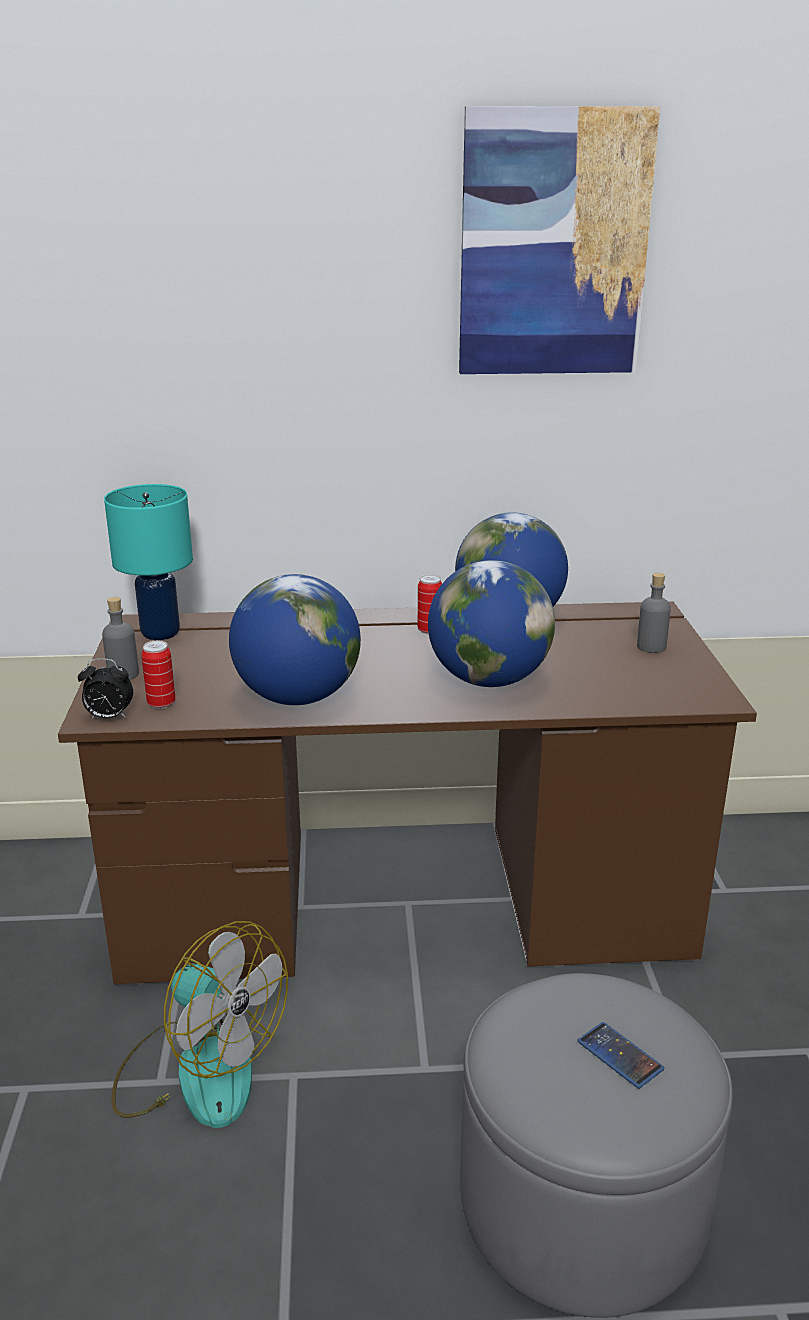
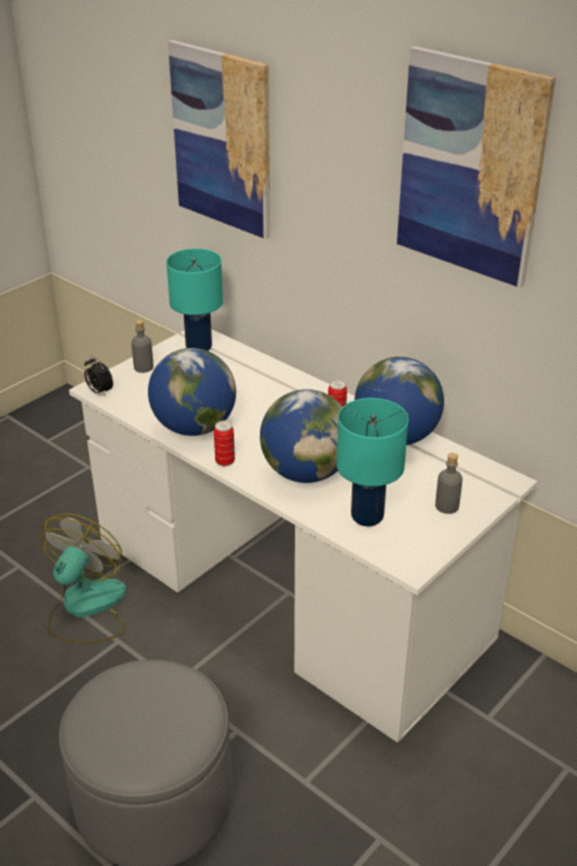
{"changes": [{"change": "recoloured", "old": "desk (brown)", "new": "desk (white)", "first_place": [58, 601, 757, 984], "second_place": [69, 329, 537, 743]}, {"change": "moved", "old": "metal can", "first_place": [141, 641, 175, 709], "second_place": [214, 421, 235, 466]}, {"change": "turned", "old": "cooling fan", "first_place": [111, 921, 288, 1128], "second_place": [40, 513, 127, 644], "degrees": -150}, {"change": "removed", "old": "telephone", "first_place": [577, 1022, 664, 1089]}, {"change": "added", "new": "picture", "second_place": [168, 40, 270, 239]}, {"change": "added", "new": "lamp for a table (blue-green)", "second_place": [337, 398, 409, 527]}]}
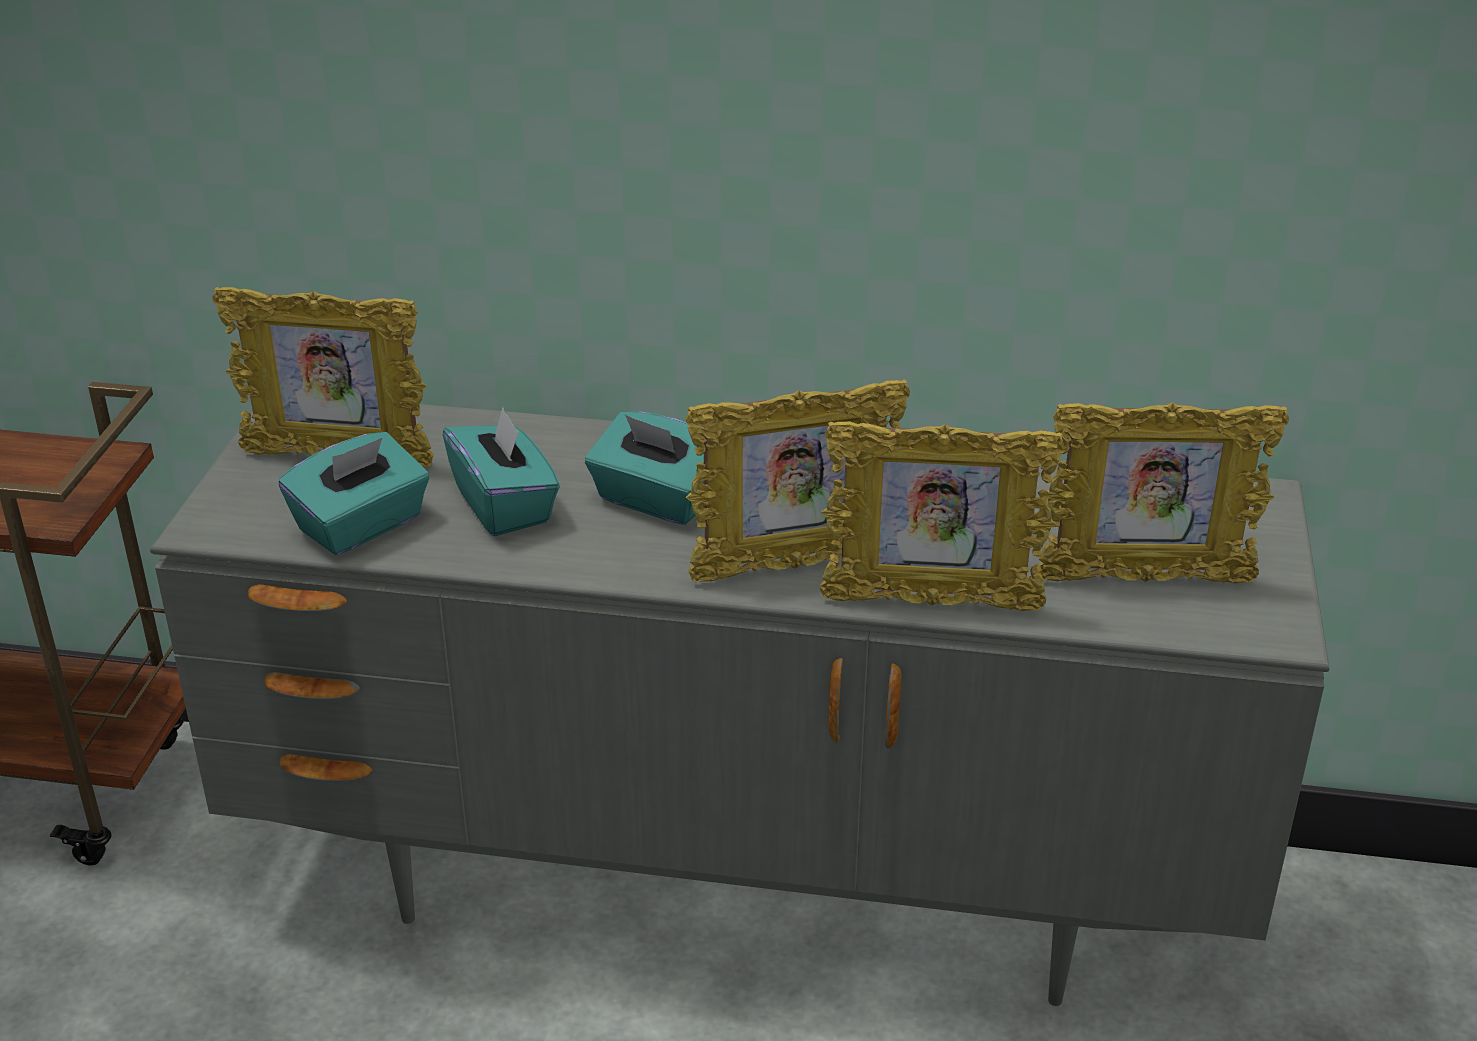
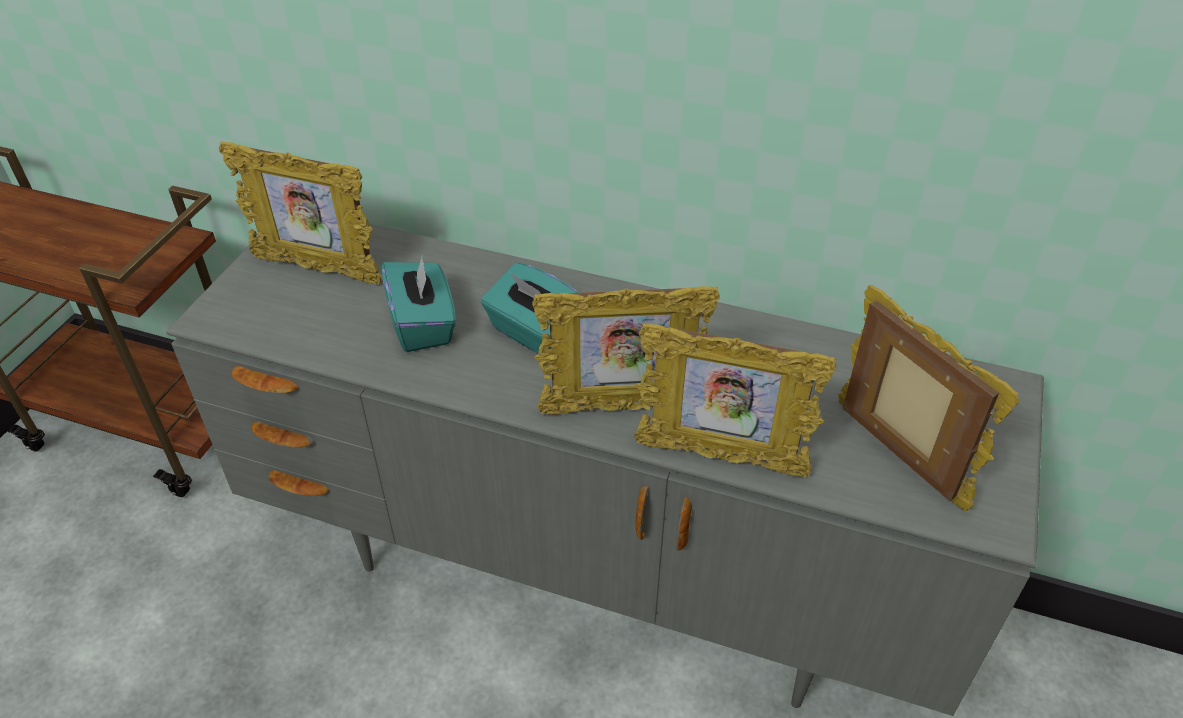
{"changes": [{"change": "turned", "old": "standing frame", "first_place": [1037, 402, 1289, 584], "second_place": [838, 285, 1019, 512], "degrees": -135}, {"change": "removed", "old": "tissue box (blue-green)", "first_place": [279, 432, 429, 555]}]}
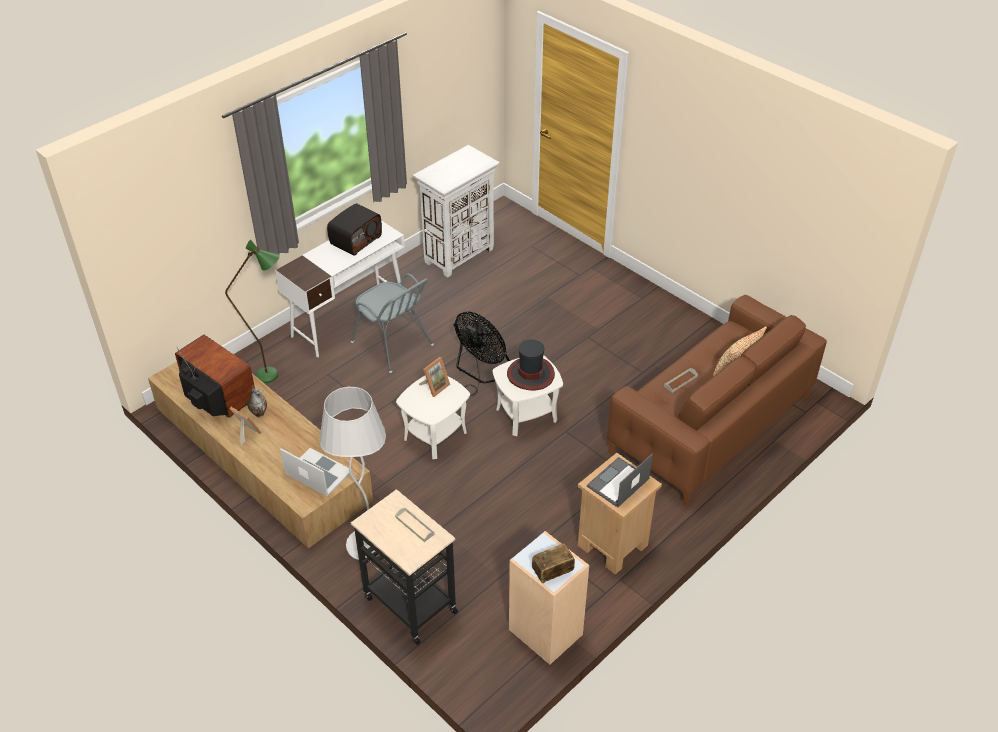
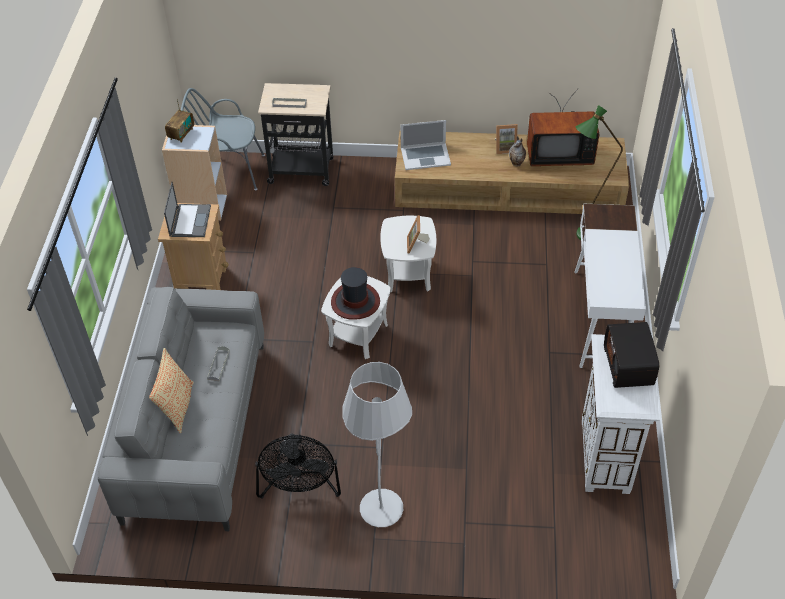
{"changes": [{"change": "moved", "old": "radio receiver", "first_place": [327, 203, 382, 255], "second_place": [604, 322, 660, 388]}, {"change": "moved", "old": "plain chair (gray)", "first_place": [351, 274, 434, 373], "second_place": [181, 88, 265, 191]}, {"change": "recoloured", "old": "sofa (brown)", "new": "sofa (gray)", "first_place": [607, 295, 827, 507], "second_place": [98, 287, 264, 531]}, {"change": "moved", "old": "cooling fan (black-coloured)", "first_place": [453, 312, 510, 396], "second_place": [256, 433, 341, 499]}, {"change": "moved", "old": "floor lamp (white)", "first_place": [319, 387, 386, 561], "second_place": [342, 362, 412, 527]}]}
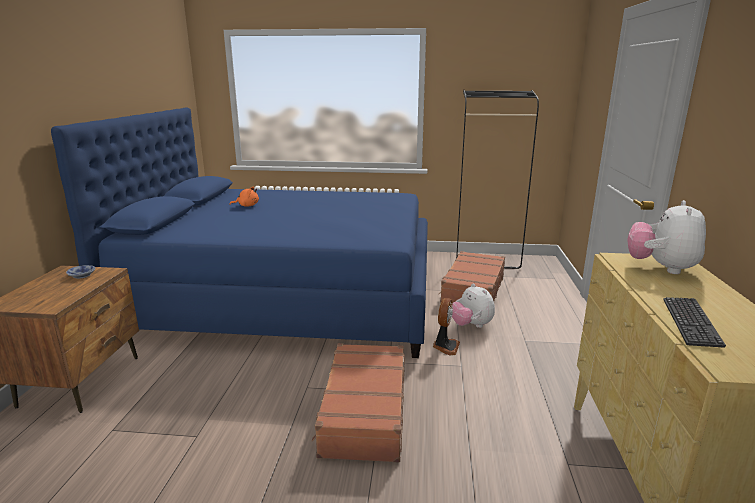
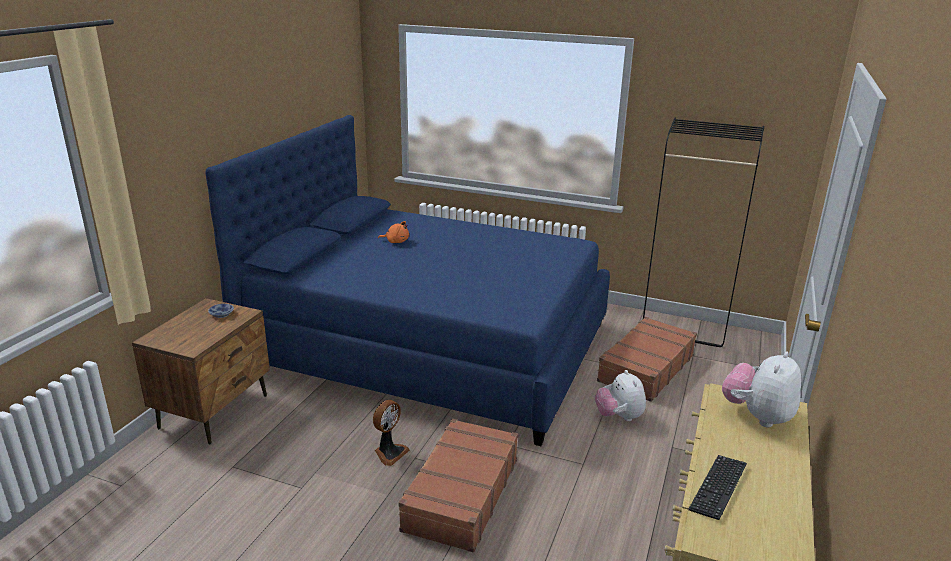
{"changes": [{"change": "moved", "old": "cooling fan", "first_place": [432, 298, 460, 356], "second_place": [373, 400, 410, 466]}]}
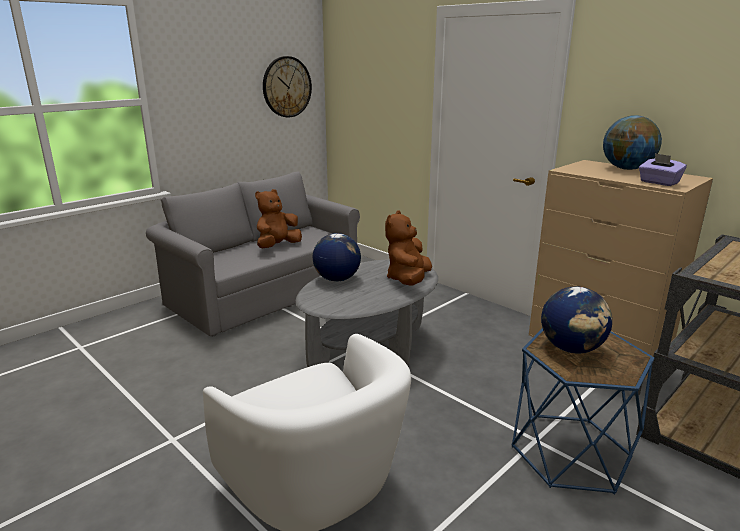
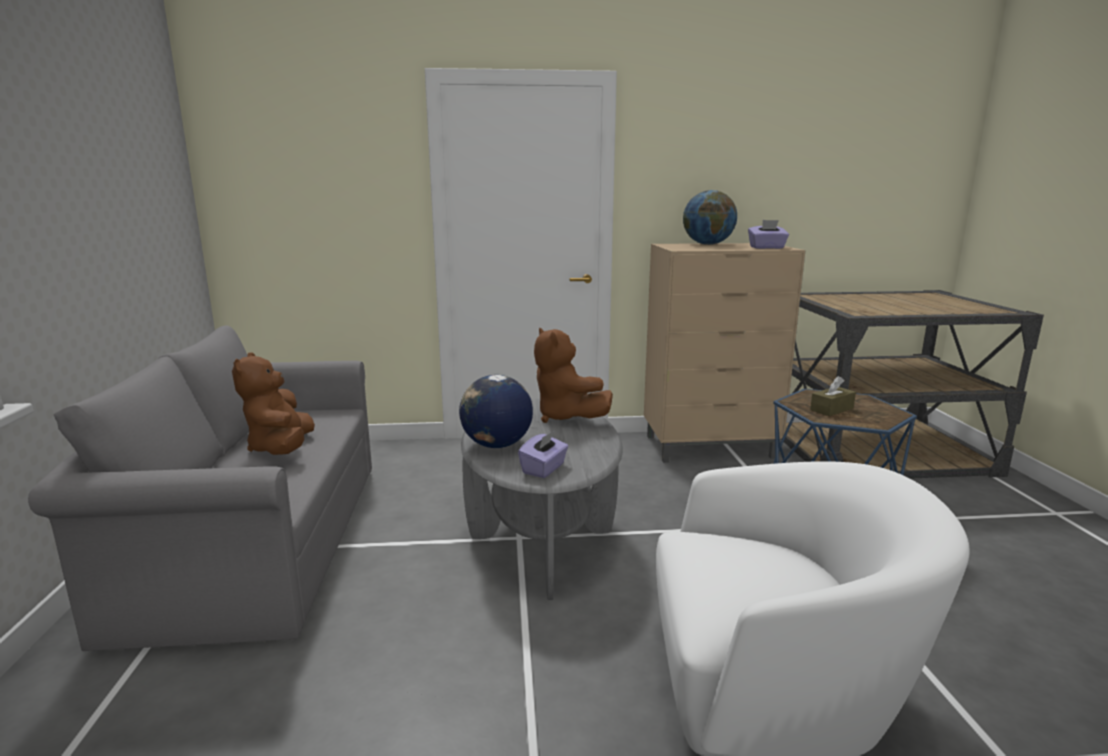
{"changes": [{"change": "removed", "old": "hanging clock", "first_place": [263, 56, 312, 117]}, {"change": "replaced", "old": "globe", "new": "tissue box (brown)", "first_place": [541, 286, 612, 353], "second_place": [810, 376, 856, 416]}, {"change": "added", "new": "tissue box (purple)", "second_place": [518, 430, 569, 478]}]}
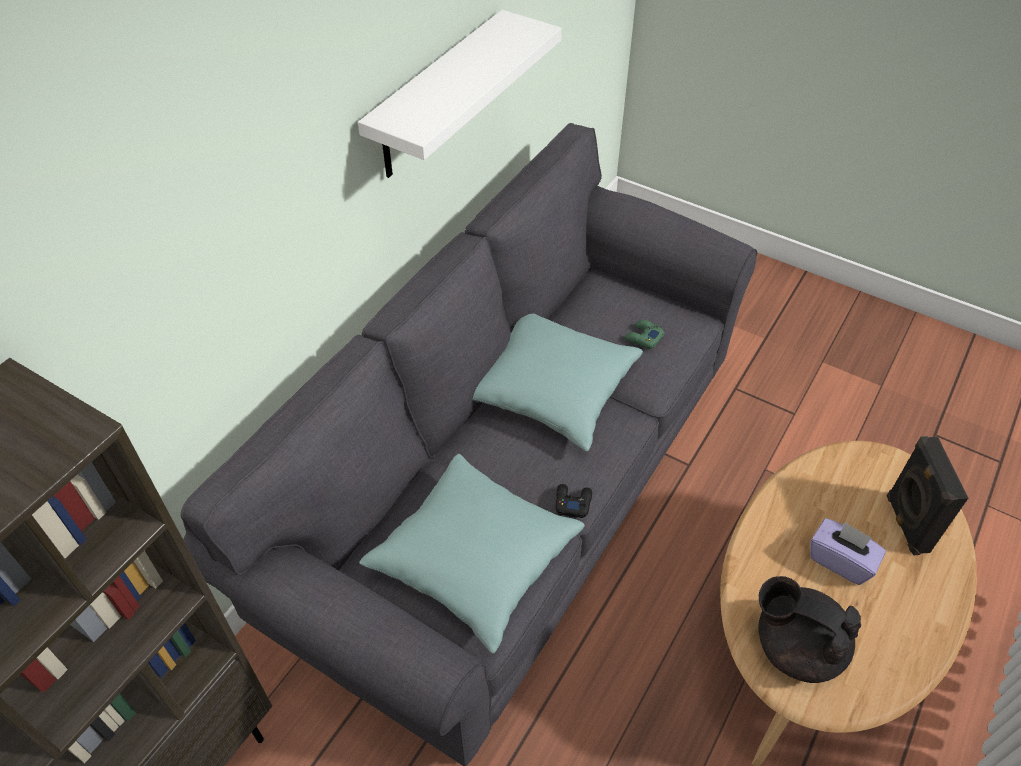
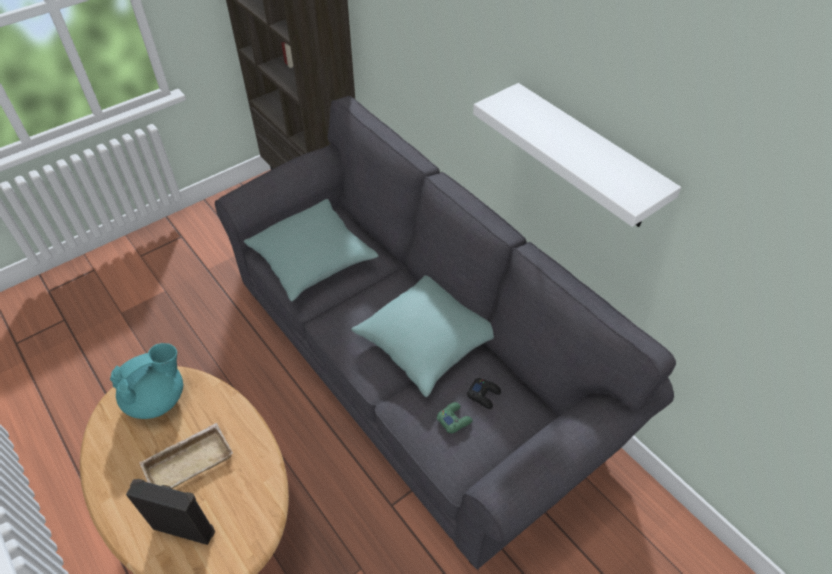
{"changes": [{"change": "moved", "old": "gamepad (black-coloured)", "first_place": [556, 484, 592, 518], "second_place": [467, 378, 501, 409]}, {"change": "replaced", "old": "tissue box (purple)", "new": "tray (beige-coloured)", "first_place": [810, 518, 886, 585], "second_place": [139, 423, 233, 489]}, {"change": "recoloured", "old": "tea pot (black-coloured)", "new": "tea pot (blue-green)", "first_place": [758, 576, 861, 683], "second_place": [110, 343, 183, 419]}]}
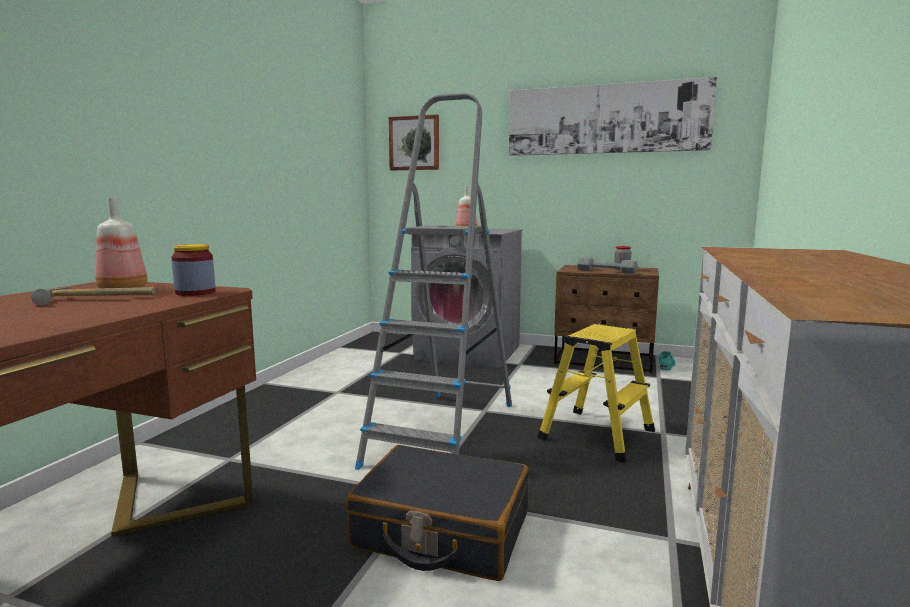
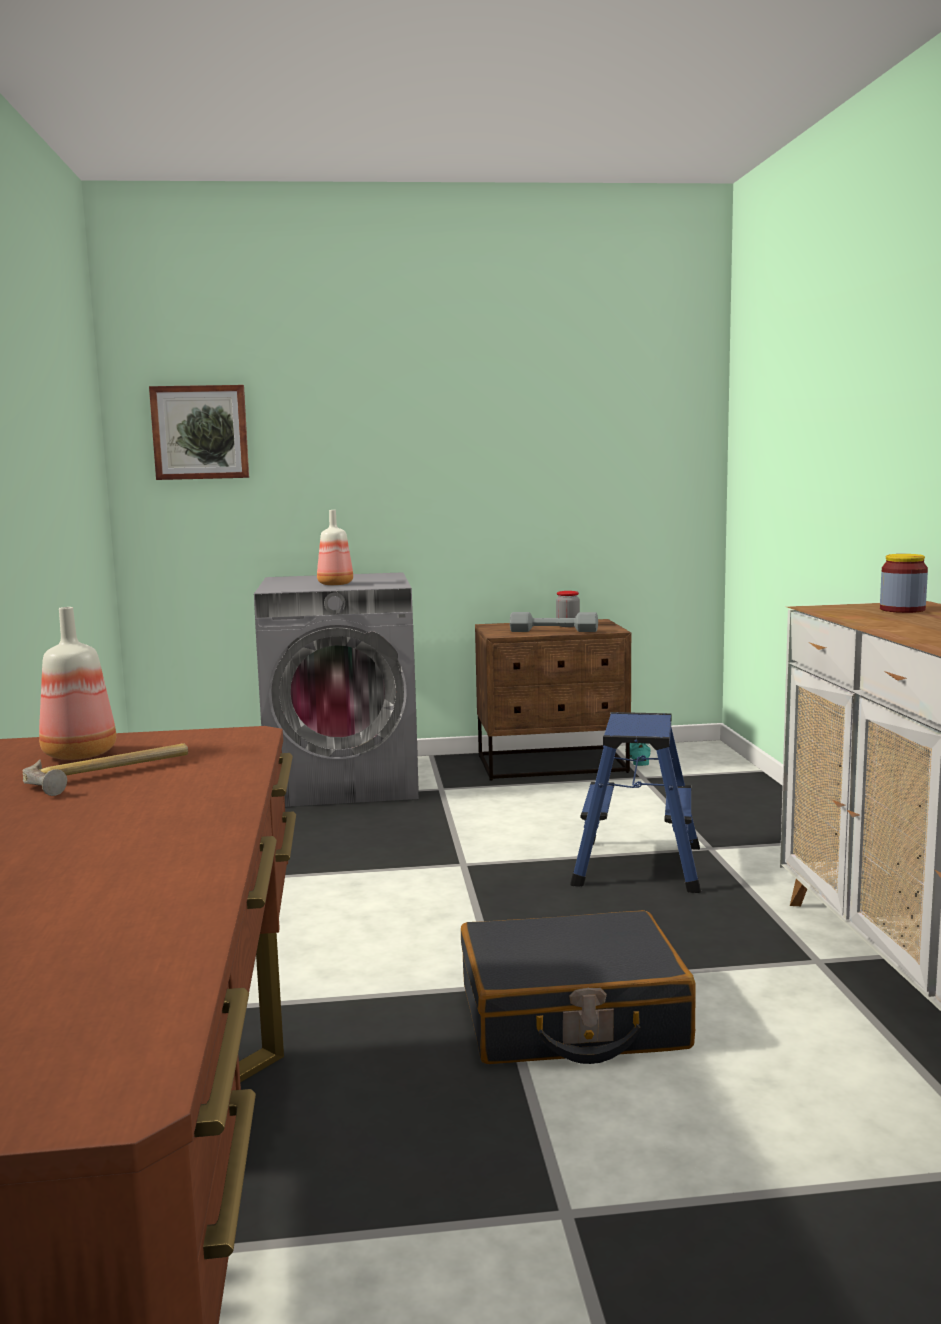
{"changes": [{"change": "removed", "old": "picture", "first_place": [509, 77, 717, 156]}, {"change": "removed", "old": "stepladder (gray)", "first_place": [355, 93, 512, 470]}, {"change": "moved", "old": "jar", "first_place": [172, 244, 216, 296], "second_place": [880, 554, 928, 613]}, {"change": "recoloured", "old": "stepladder (yellow-coloured)", "new": "stepladder (bluish)", "first_place": [537, 323, 655, 463], "second_place": [570, 712, 701, 893]}]}
